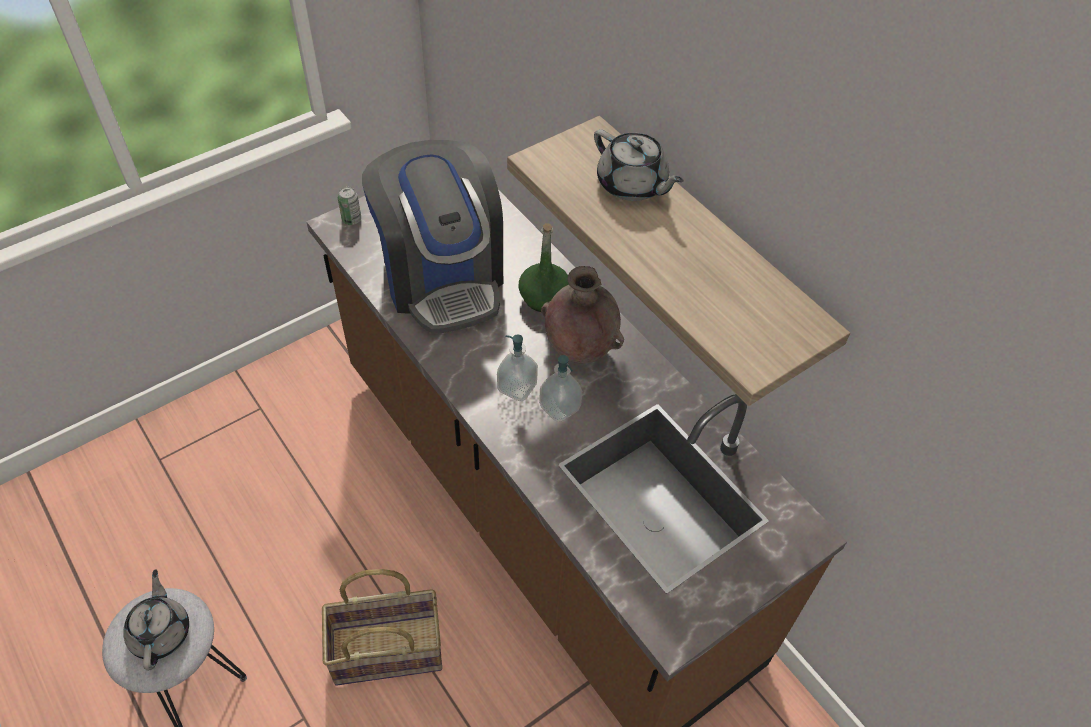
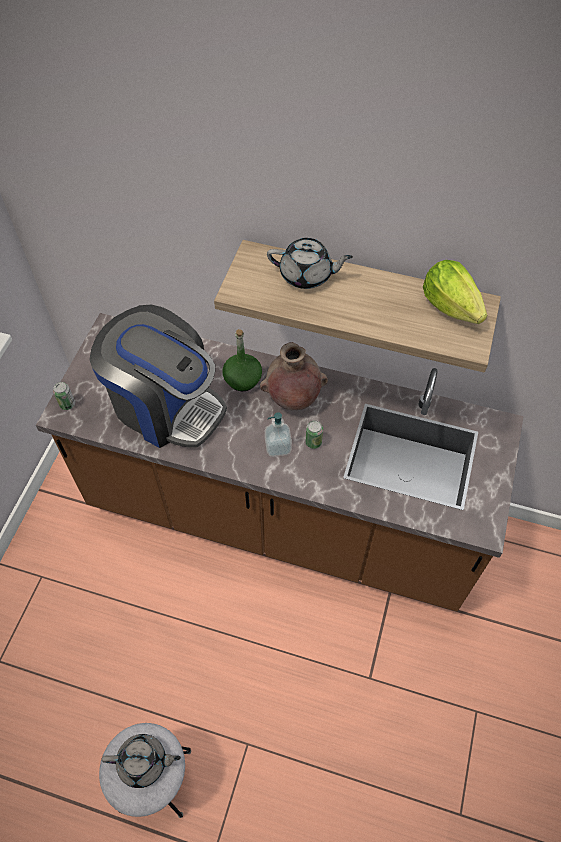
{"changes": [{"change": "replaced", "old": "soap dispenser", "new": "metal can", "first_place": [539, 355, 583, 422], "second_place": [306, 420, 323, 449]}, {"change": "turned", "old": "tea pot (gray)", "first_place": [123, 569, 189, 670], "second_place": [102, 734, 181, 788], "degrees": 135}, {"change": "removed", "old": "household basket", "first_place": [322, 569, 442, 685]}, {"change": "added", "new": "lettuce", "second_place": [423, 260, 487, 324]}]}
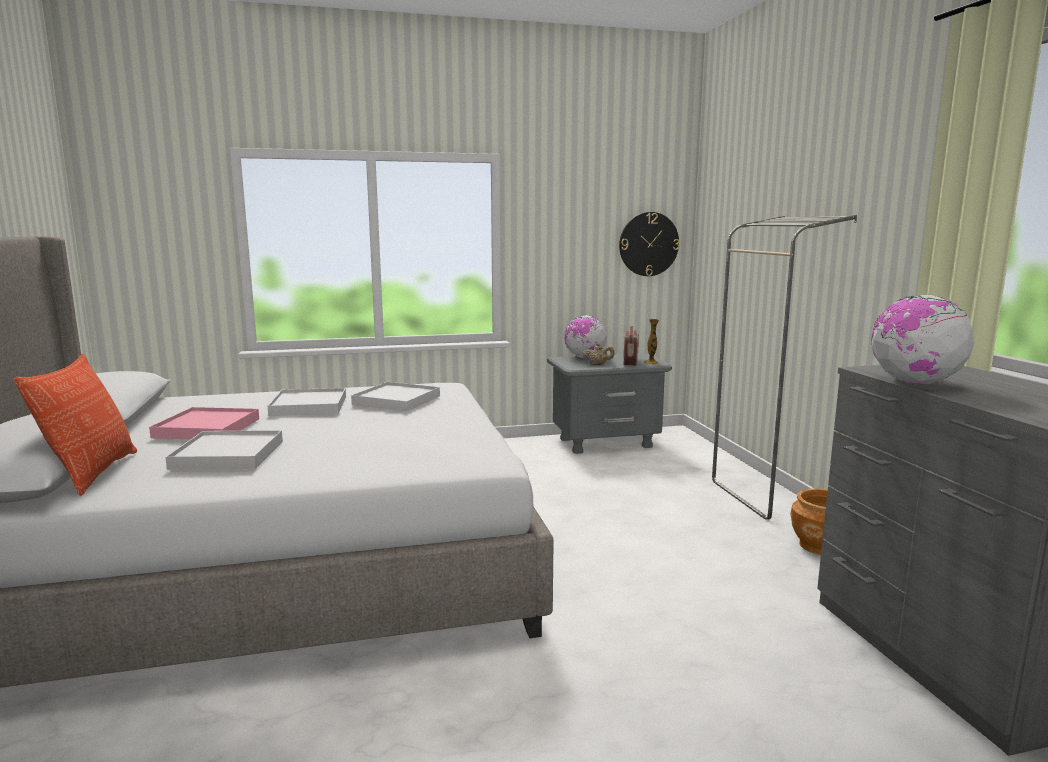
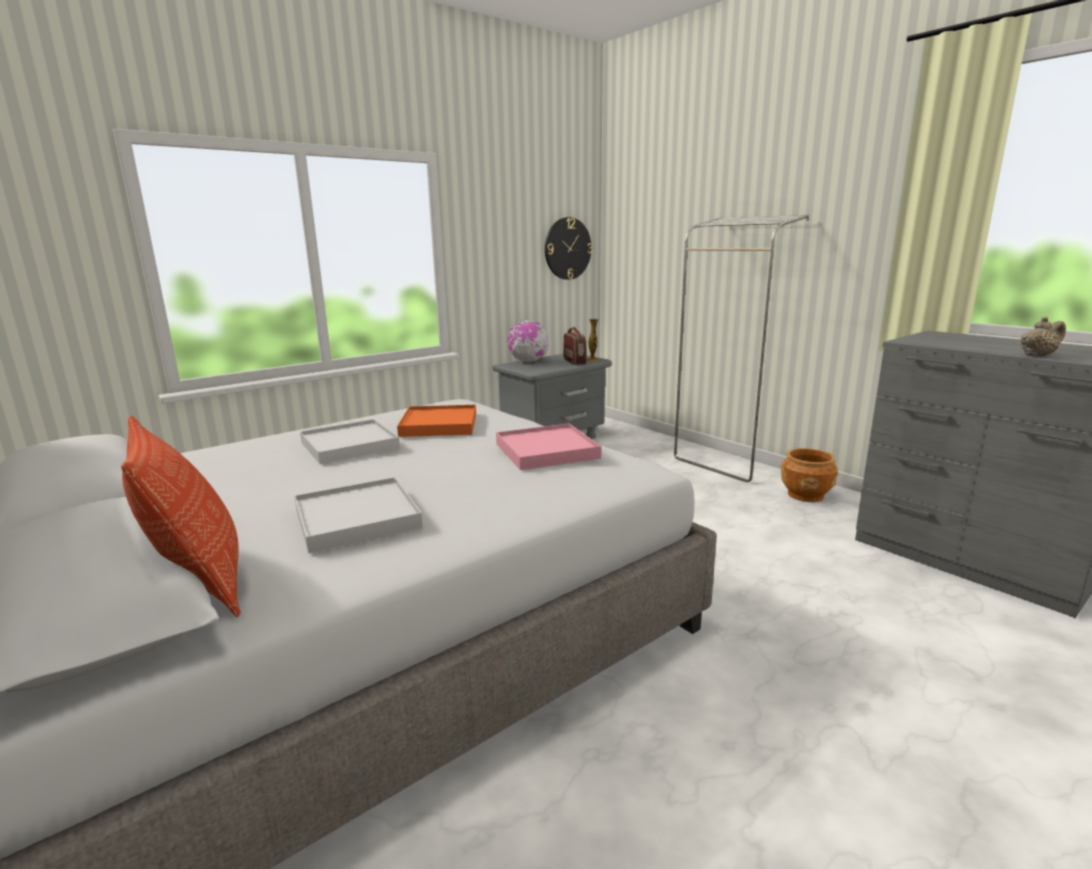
{"changes": [{"change": "removed", "old": "globe", "first_place": [871, 295, 975, 384]}, {"change": "moved", "old": "tea pot (beige-coloured)", "first_place": [583, 343, 614, 365], "second_place": [1020, 317, 1066, 357]}, {"change": "recoloured", "old": "tray (white)", "new": "tray (orangey)", "first_place": [351, 382, 440, 411], "second_place": [397, 405, 476, 437]}, {"change": "moved", "old": "tray (pinkish)", "first_place": [149, 407, 259, 439], "second_place": [496, 423, 601, 470]}]}
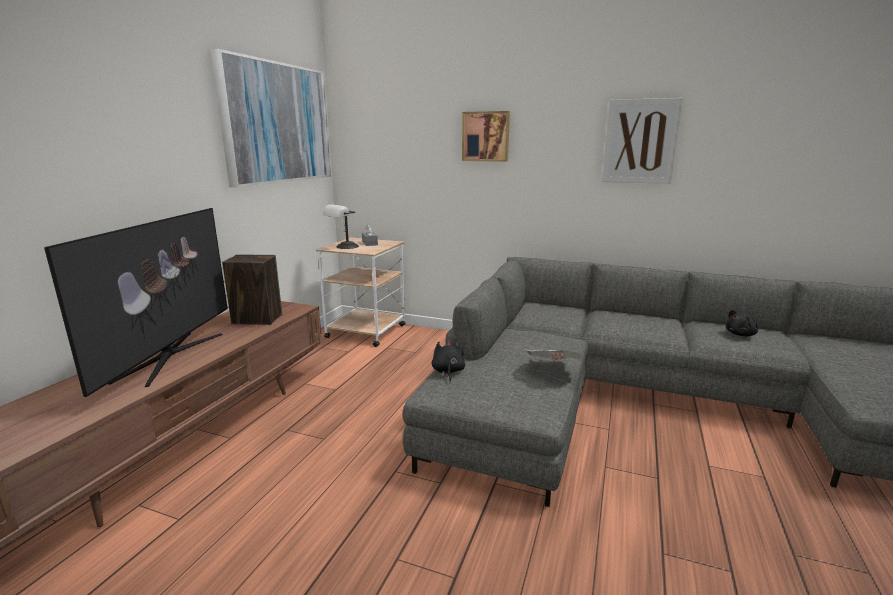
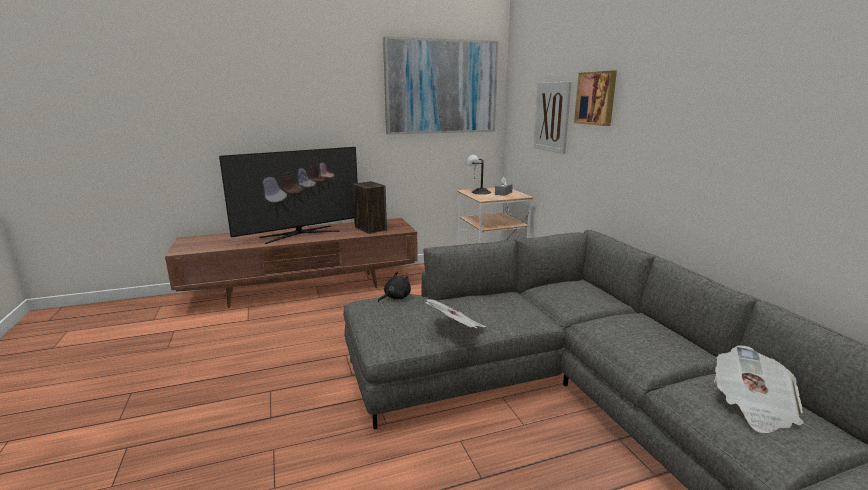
{"changes": [{"change": "moved", "old": "picture", "first_place": [602, 98, 683, 184], "second_place": [534, 82, 571, 154]}, {"change": "replaced", "old": "soft toy (black-coloured)", "new": "printed paper", "first_place": [726, 310, 758, 336], "second_place": [714, 345, 804, 433]}]}
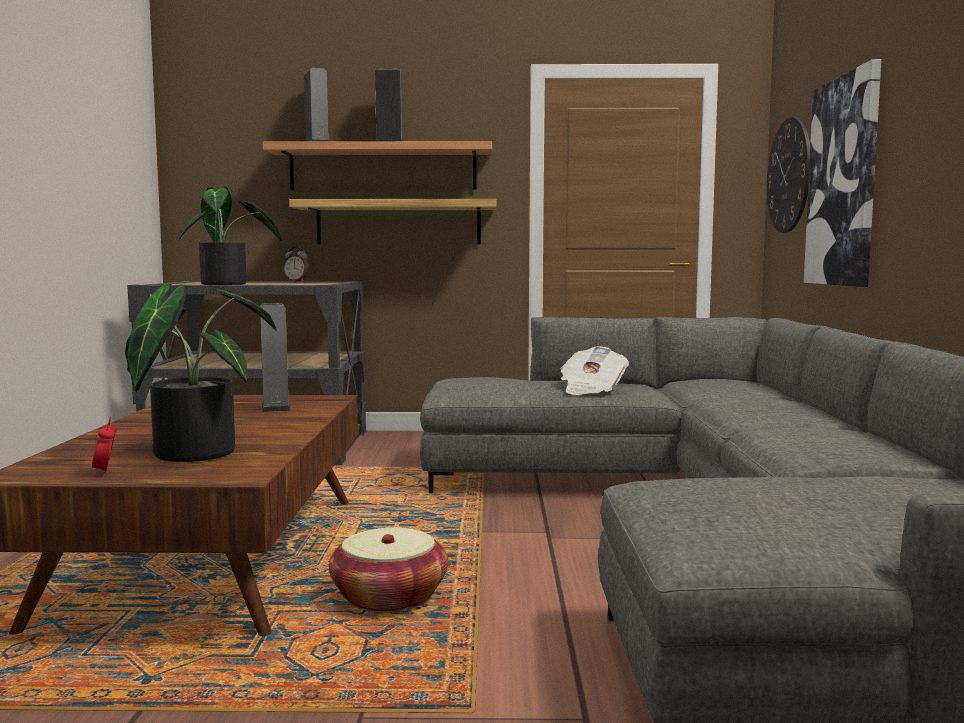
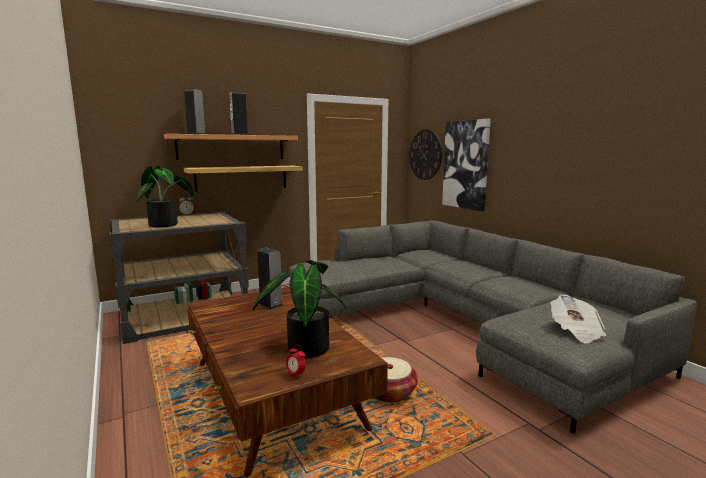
{"changes": [{"change": "moved", "old": "printed paper", "first_place": [560, 346, 629, 395], "second_place": [550, 295, 607, 344]}]}
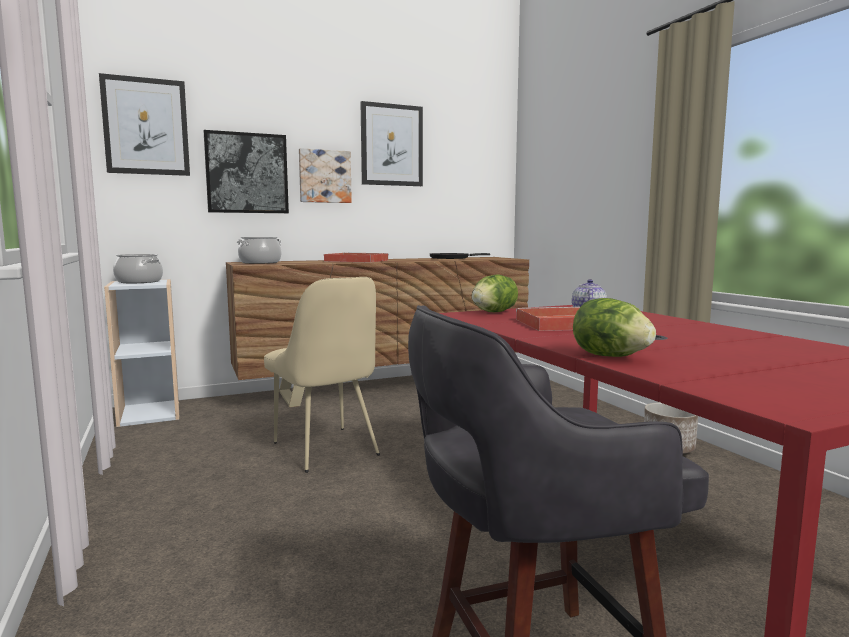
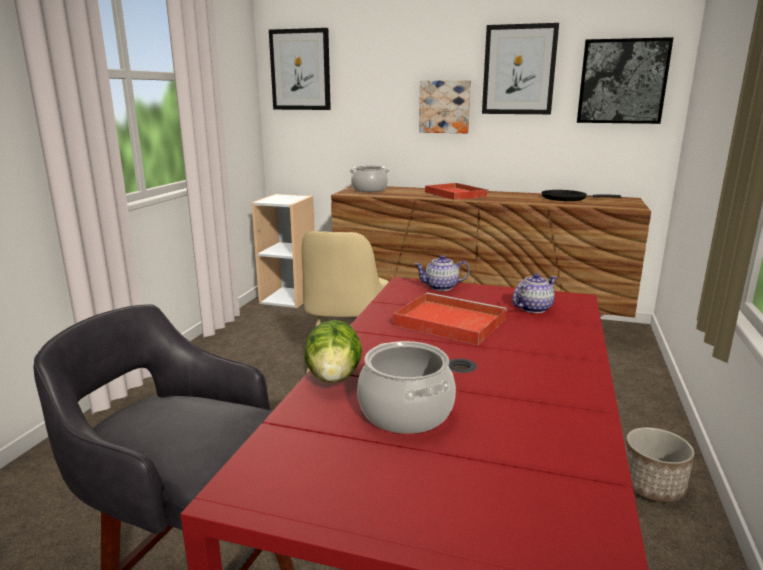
{"changes": [{"change": "moved", "old": "picture", "first_place": [203, 130, 289, 213], "second_place": [577, 37, 674, 124]}, {"change": "moved", "old": "cooking pot", "first_place": [113, 254, 163, 283], "second_place": [357, 341, 456, 434]}, {"change": "replaced", "old": "lettuce", "new": "tea pot", "first_place": [472, 274, 518, 312], "second_place": [414, 255, 470, 291]}]}
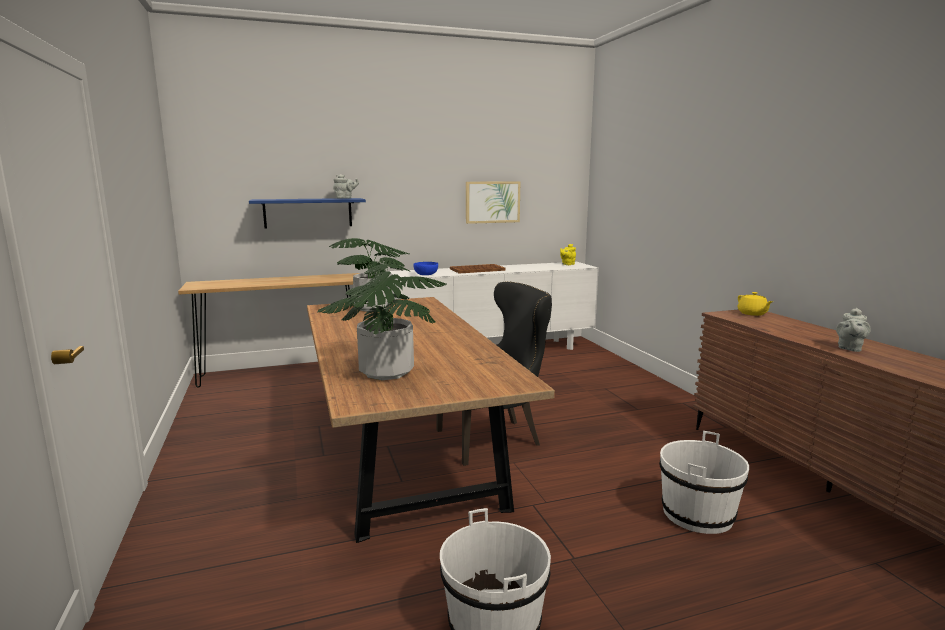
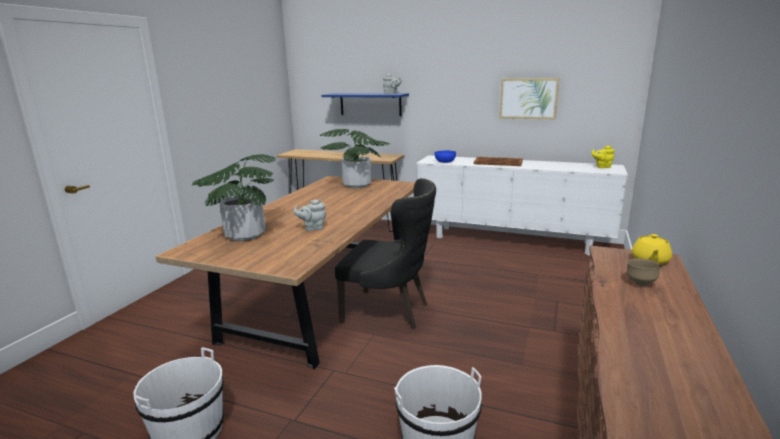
{"changes": [{"change": "moved", "old": "tea pot (gray)", "first_place": [836, 308, 871, 352], "second_place": [293, 199, 326, 231]}, {"change": "added", "new": "bowl (brown)", "second_place": [627, 259, 661, 286]}]}
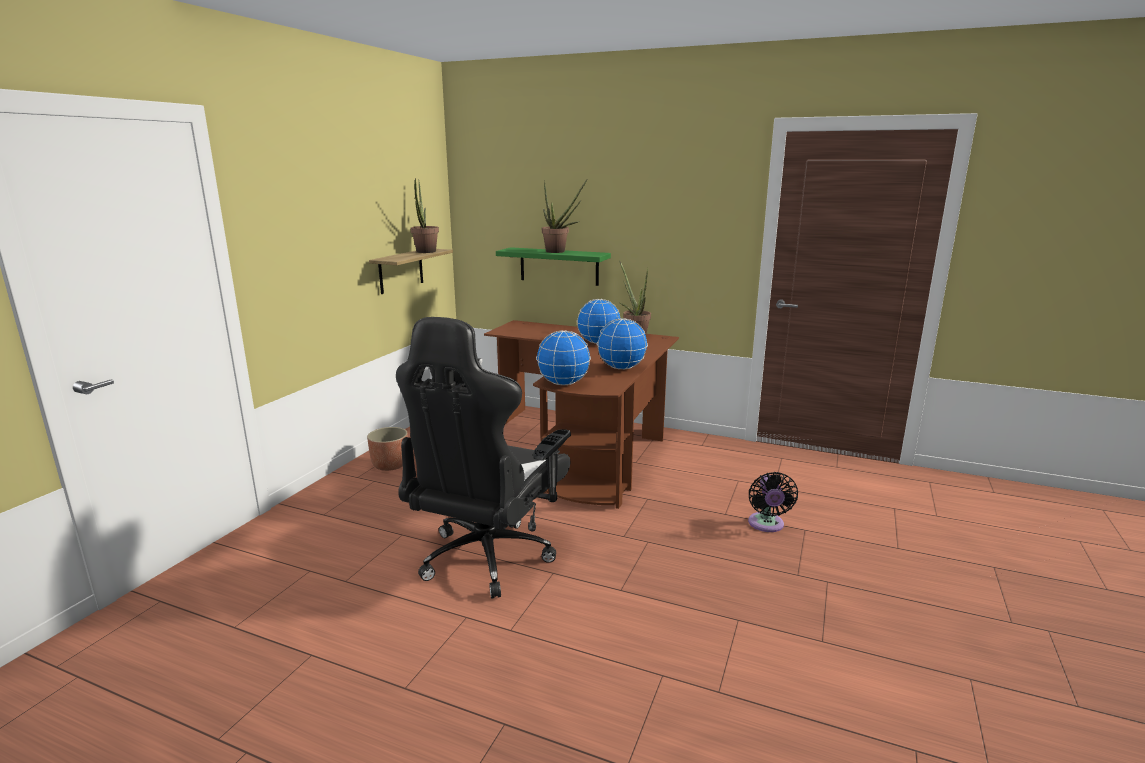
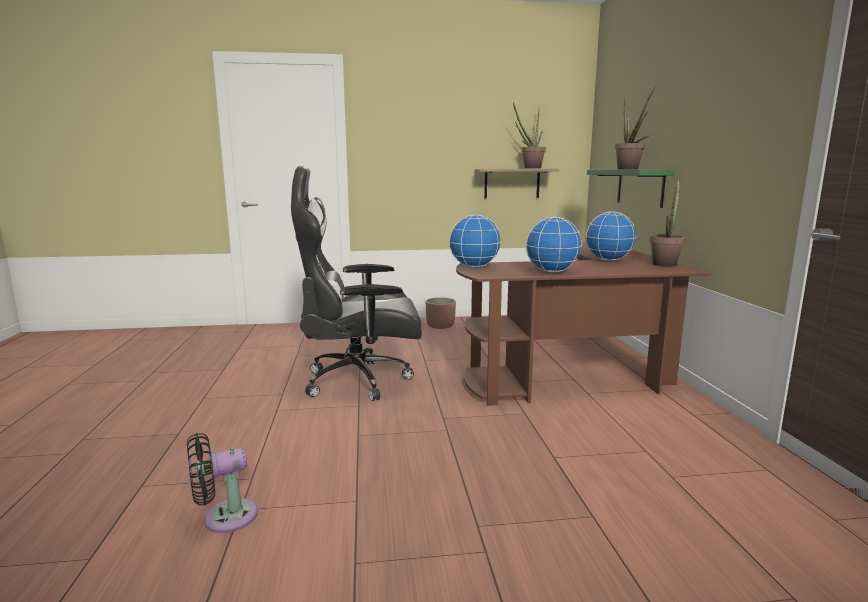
{"changes": [{"change": "moved", "old": "cooling fan (black-coloured)", "first_place": [748, 472, 798, 532], "second_place": [187, 433, 258, 533]}]}
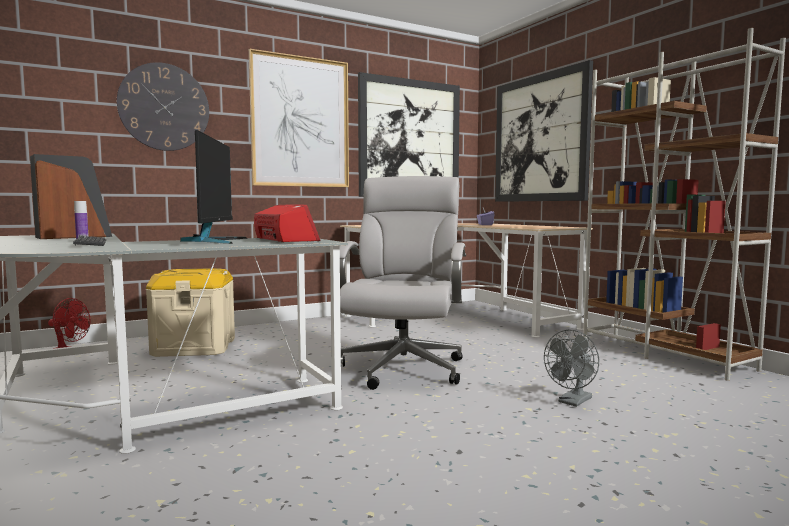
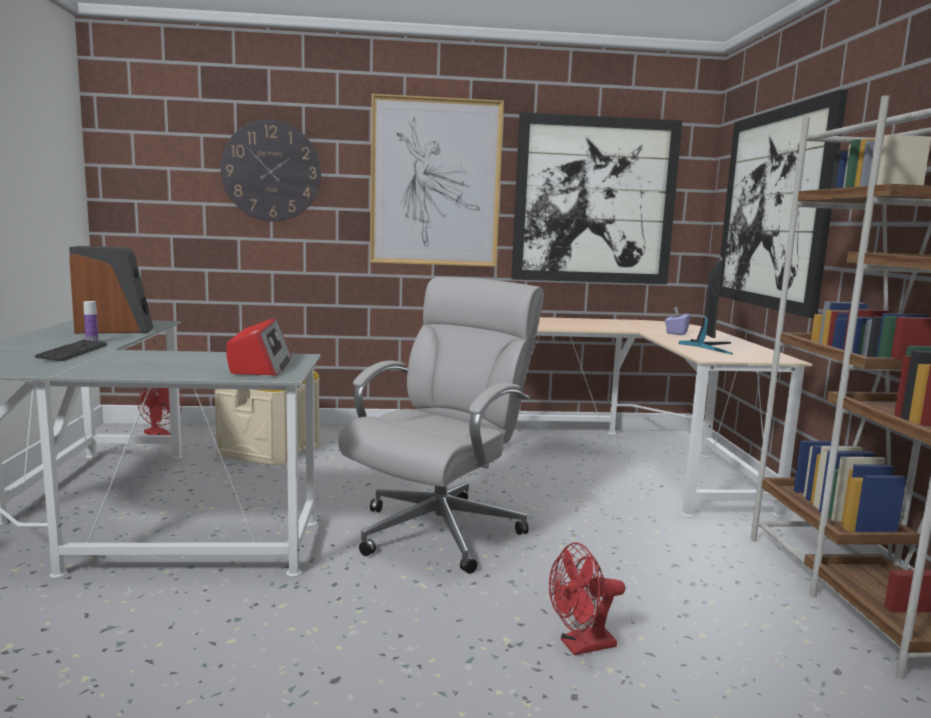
{"changes": [{"change": "moved", "old": "computer display", "first_place": [180, 130, 247, 244], "second_place": [679, 256, 733, 354]}, {"change": "recoloured", "old": "cooling fan (gray)", "new": "cooling fan (red-coloured)", "first_place": [544, 329, 599, 407], "second_place": [549, 542, 625, 655]}]}
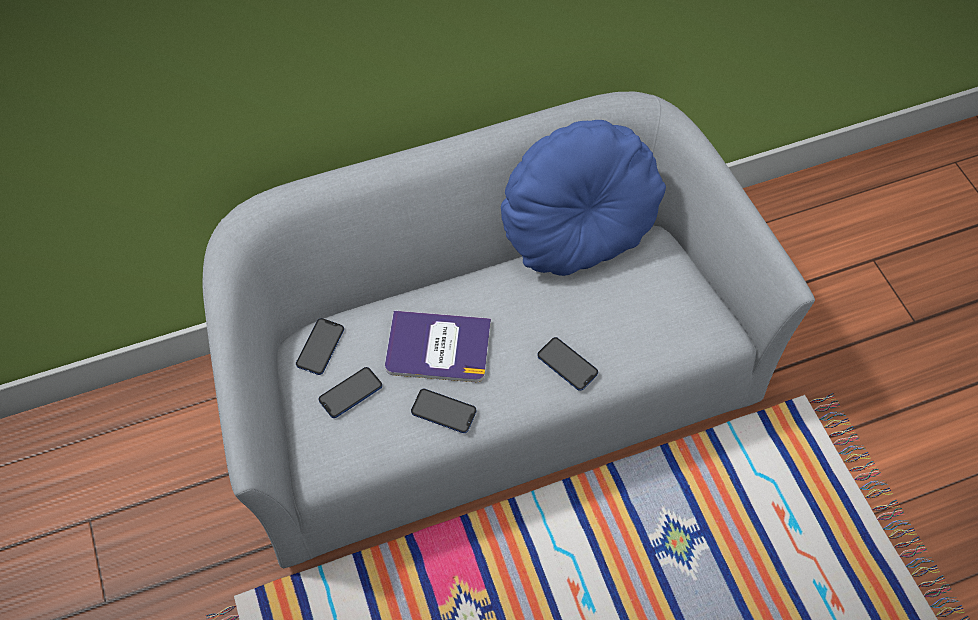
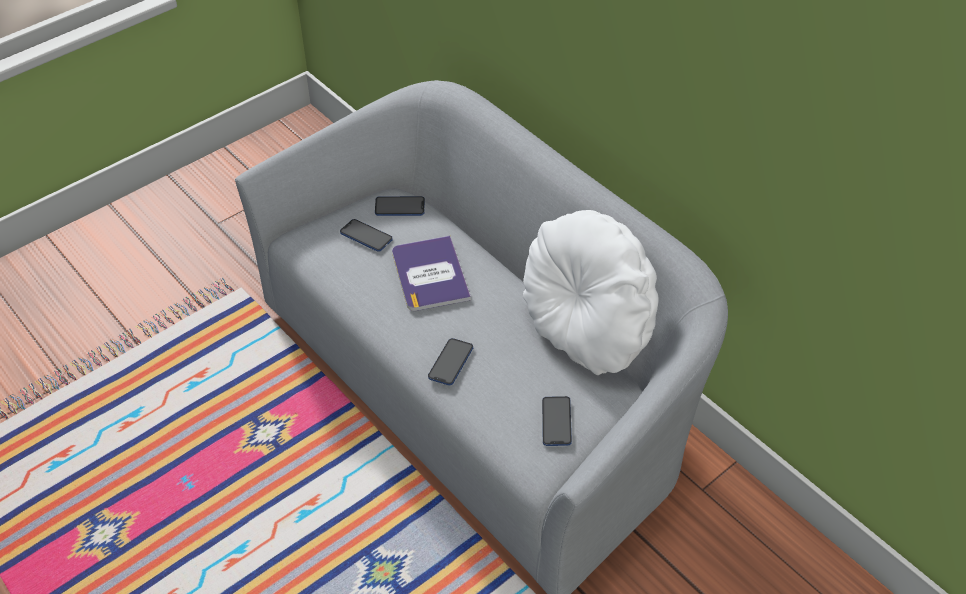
{"changes": [{"change": "recoloured", "old": "throw pillow (bluish)", "new": "throw pillow (white)", "first_place": [501, 120, 666, 276], "second_place": [523, 210, 659, 375]}, {"change": "moved", "old": "telephone", "first_place": [411, 388, 477, 433], "second_place": [542, 396, 572, 446]}]}
